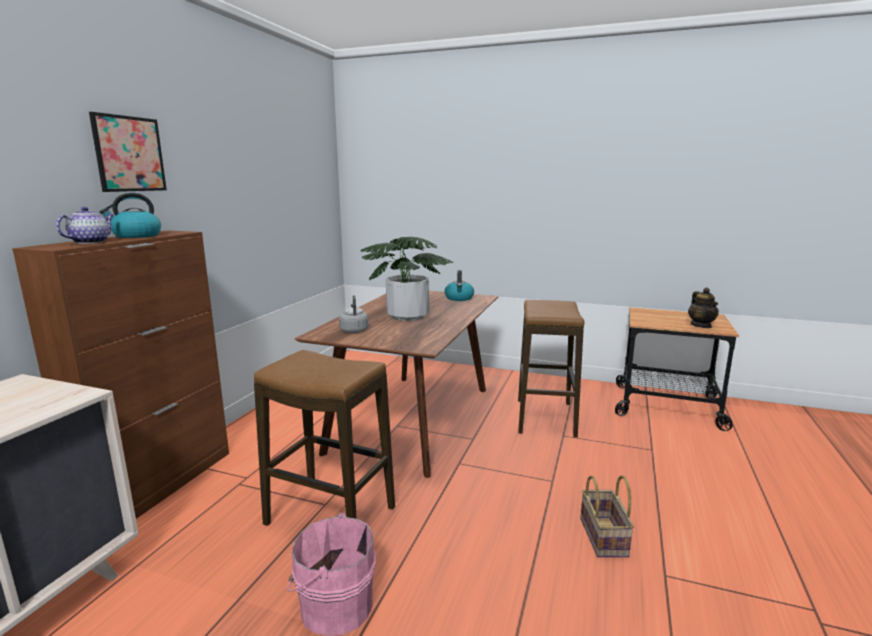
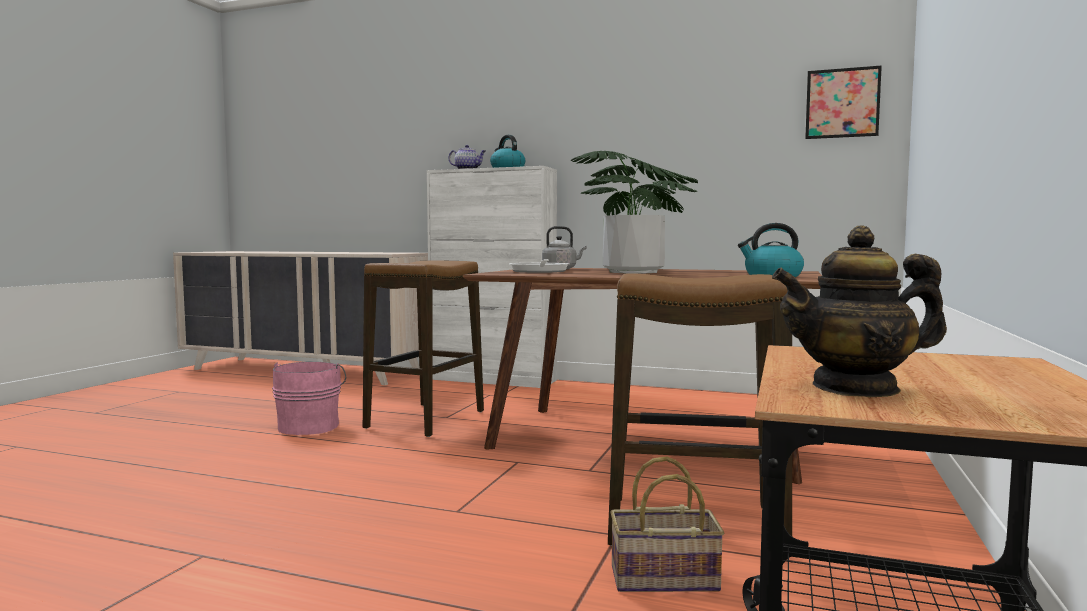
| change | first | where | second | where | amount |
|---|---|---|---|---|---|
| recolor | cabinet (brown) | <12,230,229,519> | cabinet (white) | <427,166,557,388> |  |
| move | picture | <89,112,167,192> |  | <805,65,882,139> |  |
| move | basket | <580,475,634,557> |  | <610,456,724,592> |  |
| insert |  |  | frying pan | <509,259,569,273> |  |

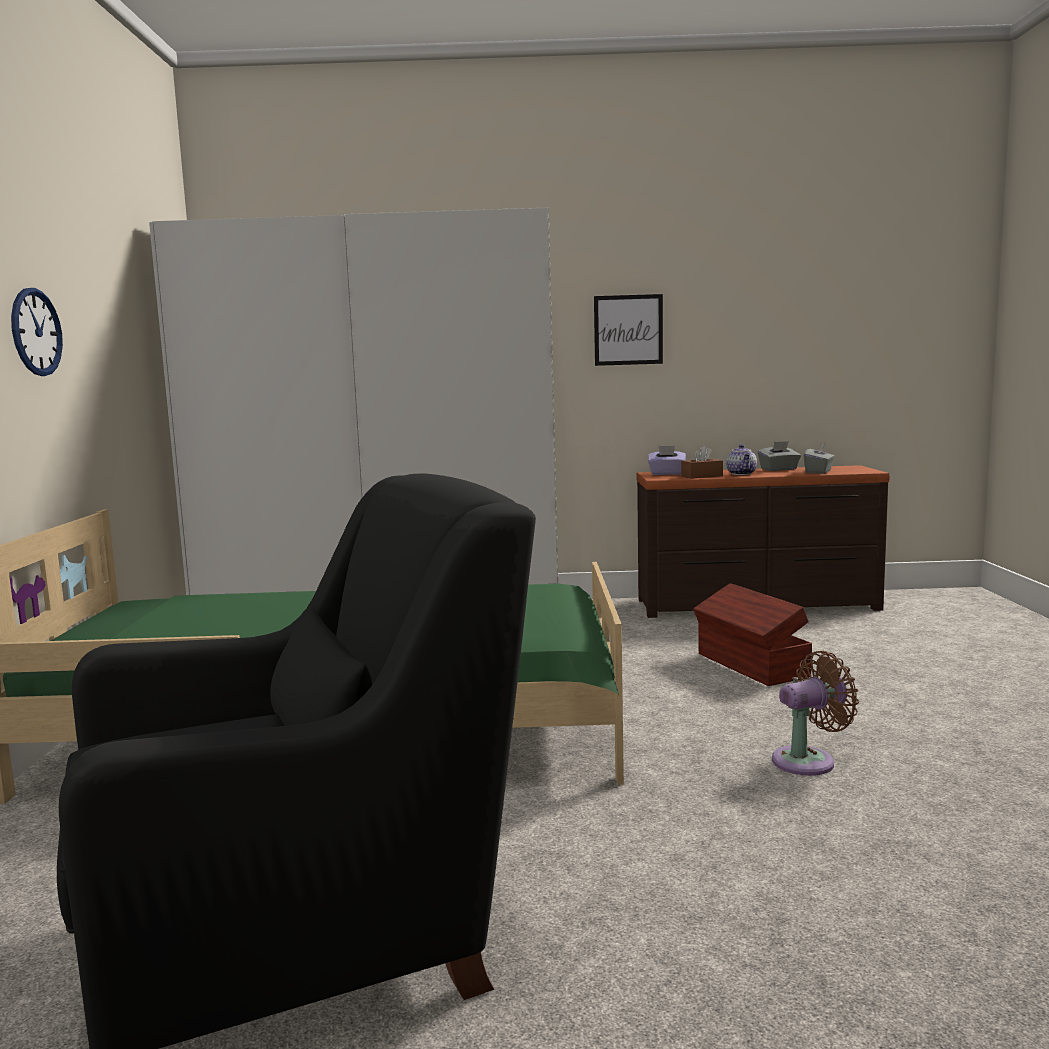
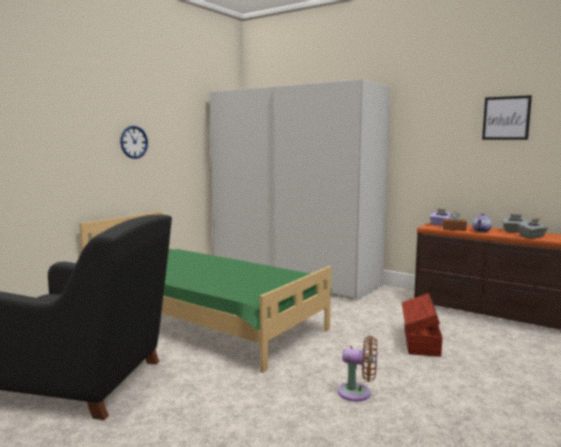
| change | first | where | second | where | amount |
|---|---|---|---|---|---|
| move | picture | <594,294,663,366> |  | <482,95,532,140> |  |

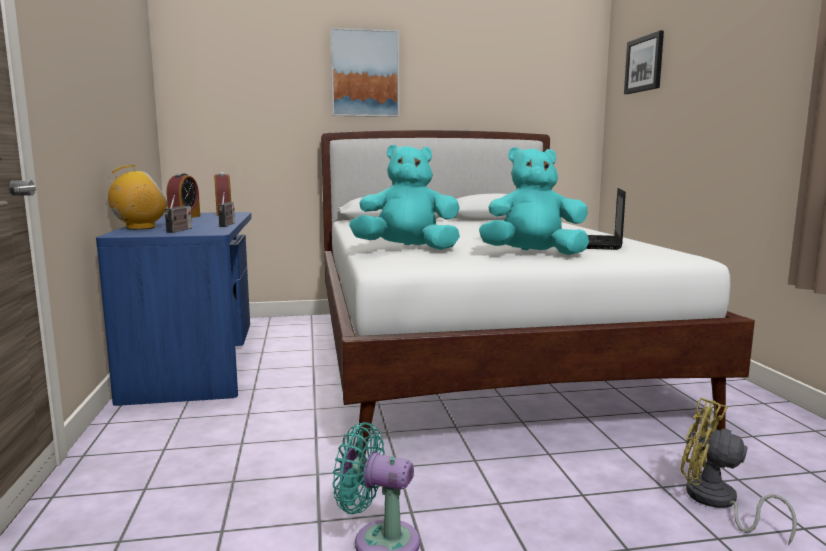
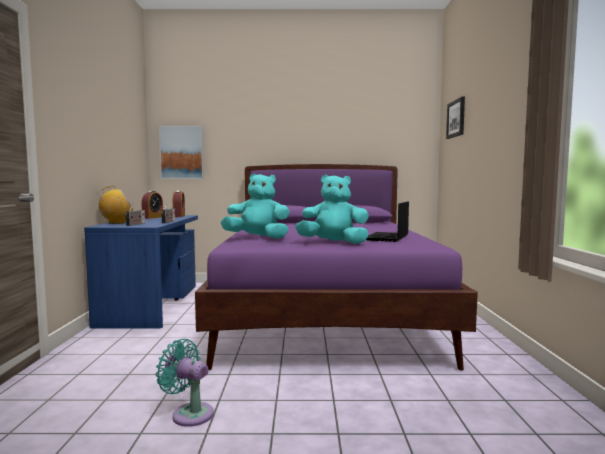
| change | first | where | second | where | amount |
|---|---|---|---|---|---|
| recolor | bed (white) | <321,130,755,455> | bed (purple) | <195,164,478,370> |  |
| move | picture | <330,28,400,117> |  | <159,126,204,179> |  |
| delete | fan (yellow) | <680,398,797,545> |  |  |  |

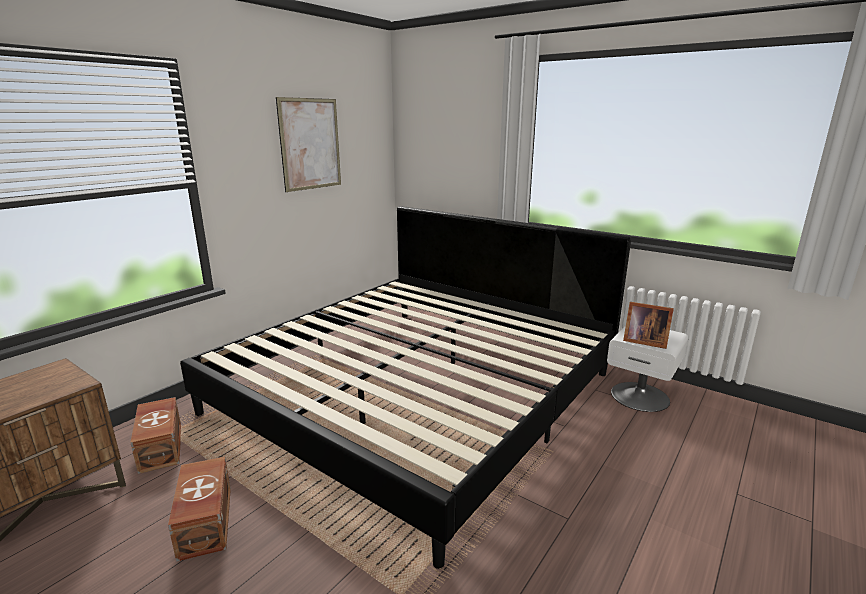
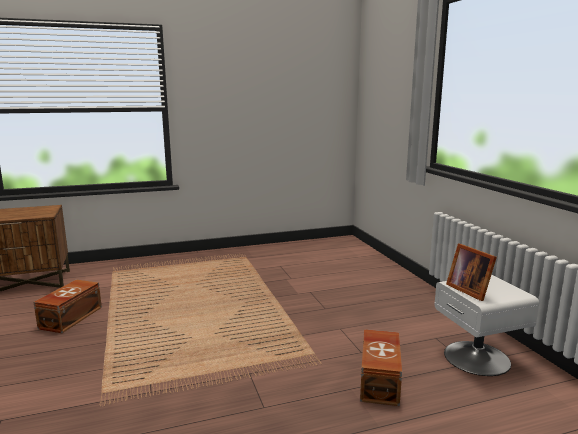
| change | first | where | second | where | amount |
|---|---|---|---|---|---|
| move | storage box (brown) | <130,397,181,474> |  | <360,329,402,406> |  |
| delete | bed | <180,206,631,569> |  |  |  |
| delete | picture | <276,97,341,192> |  |  |  |

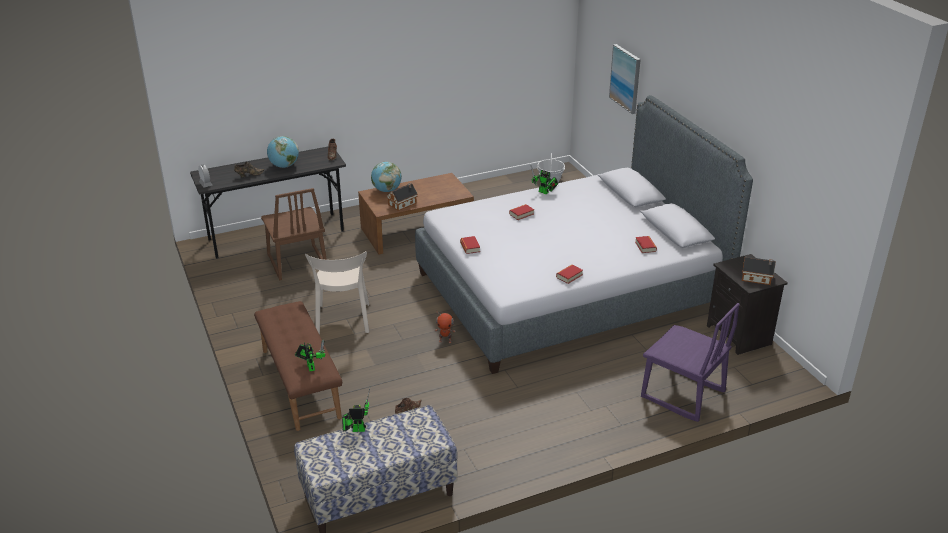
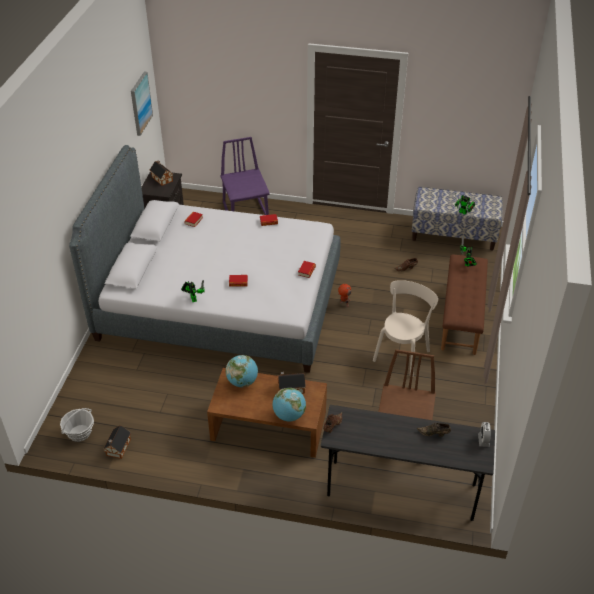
| change | first | where | second | where | amount |
|---|---|---|---|---|---|
| move | globe | <267,136,299,168> |  | <226,355,258,387> |  |
| move | picture | <609,44,641,114> |  | <131,71,153,136> |  |
| insert |  |  | toy house | <103,425,131,459> |  |

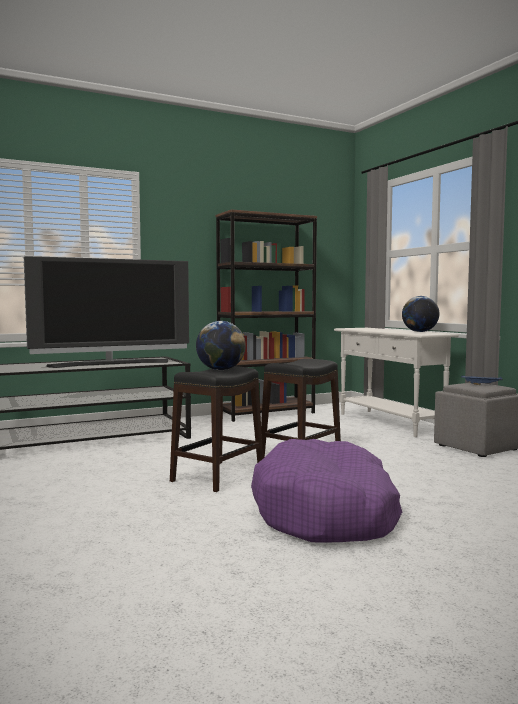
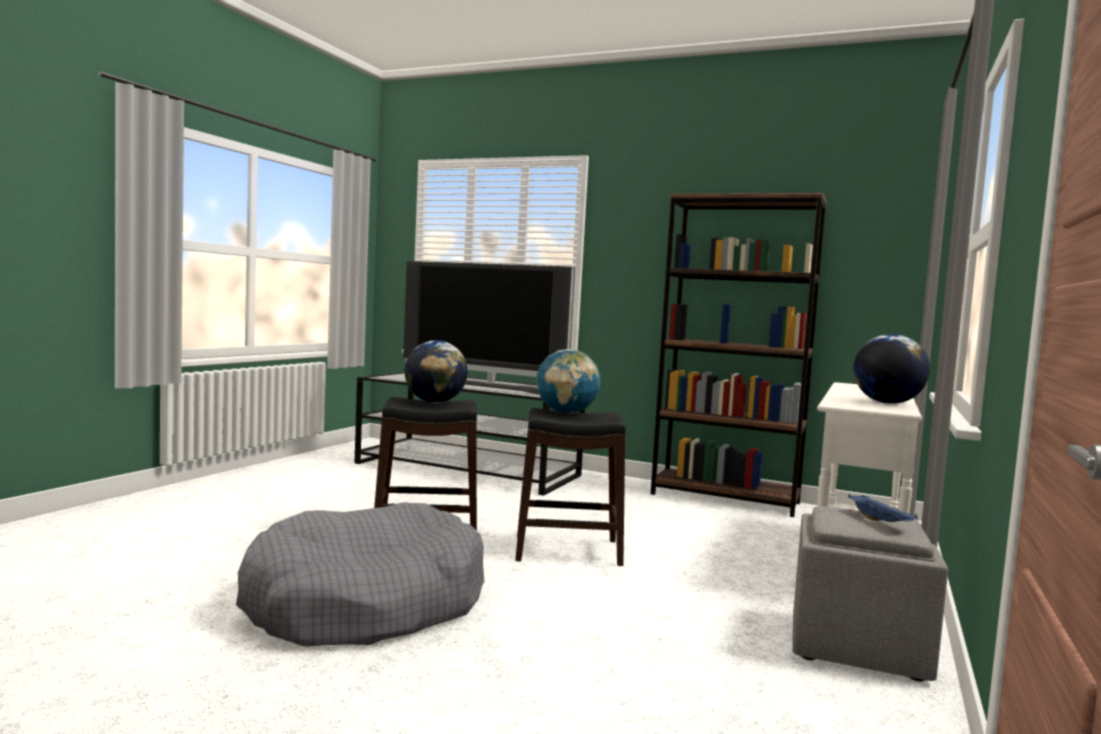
| change | first | where | second | where | amount |
|---|---|---|---|---|---|
| recolor | dog bed (purple) | <251,439,402,543> | dog bed (grey) | <236,502,485,646> |  |
| insert |  |  | globe | <537,349,600,413> |  |

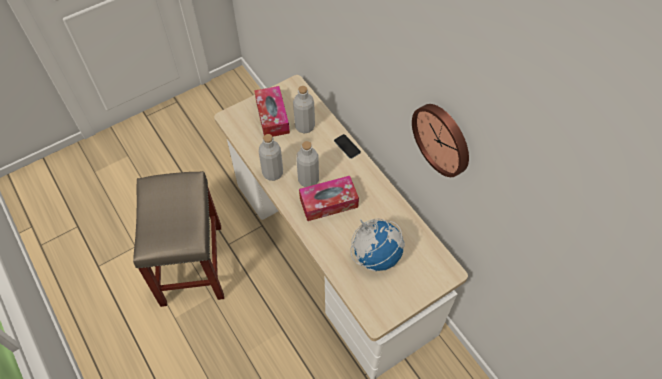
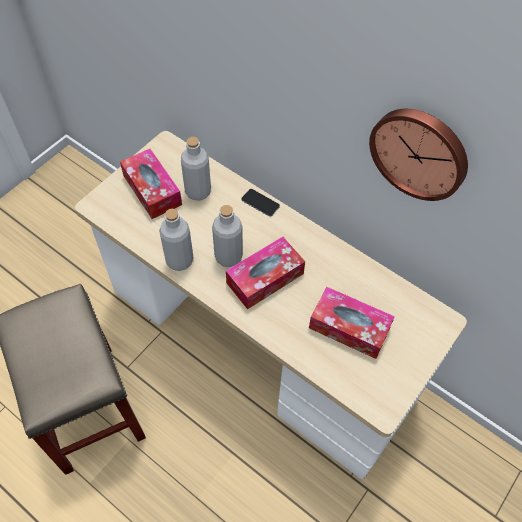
| change | first | where | second | where | amount |
|---|---|---|---|---|---|
| replace | globe | <351,218,405,272> | tissue box | <309,287,395,359> |  |

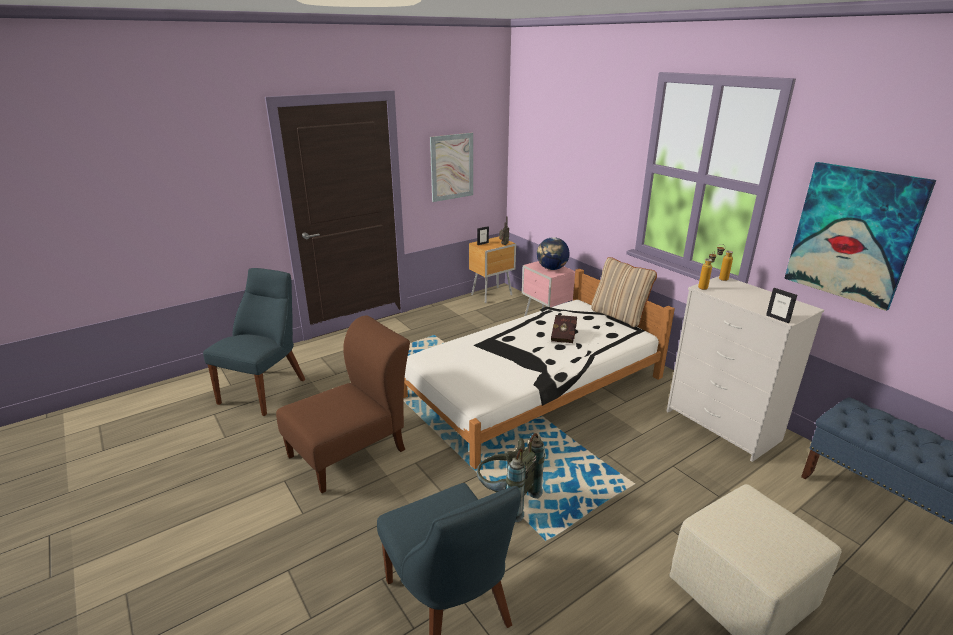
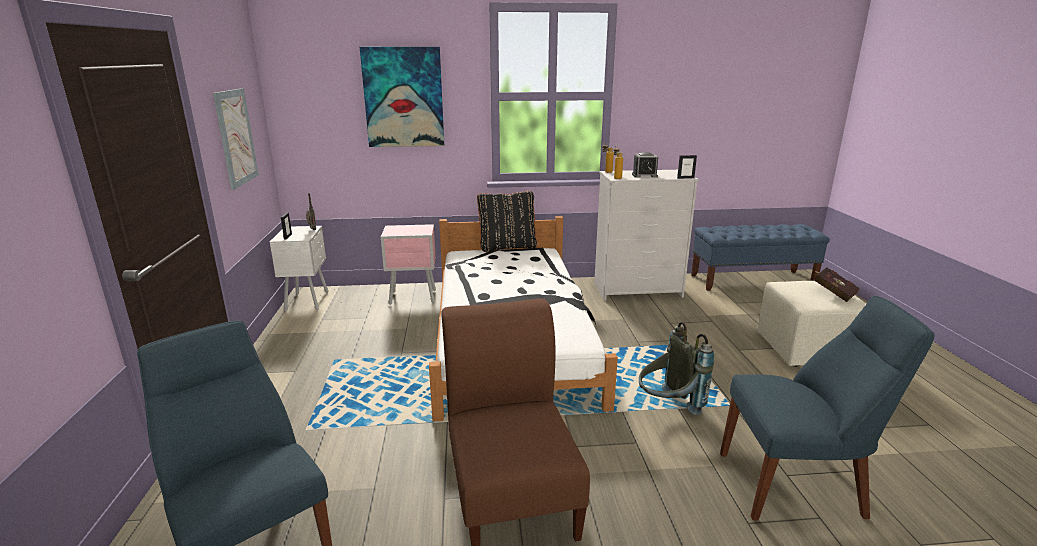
| change | first | where | second | where | amount |
|---|---|---|---|---|---|
| recolor | nightstand (brown) | <469,236,516,303> | nightstand (white) | <270,226,329,312> |  |
| delete | globe | <537,237,569,270> |  |  |  |
| move | book (red) | <551,315,577,343> |  | <813,267,860,302> |  |
| recolor | pillow (beige) | <591,257,657,327> | pillow (black) | <477,191,537,252> |  |
| move | picture | <784,162,936,311> |  | <360,47,444,147> |  |
| insert |  |  | alarm clock | <632,152,658,178> |  |

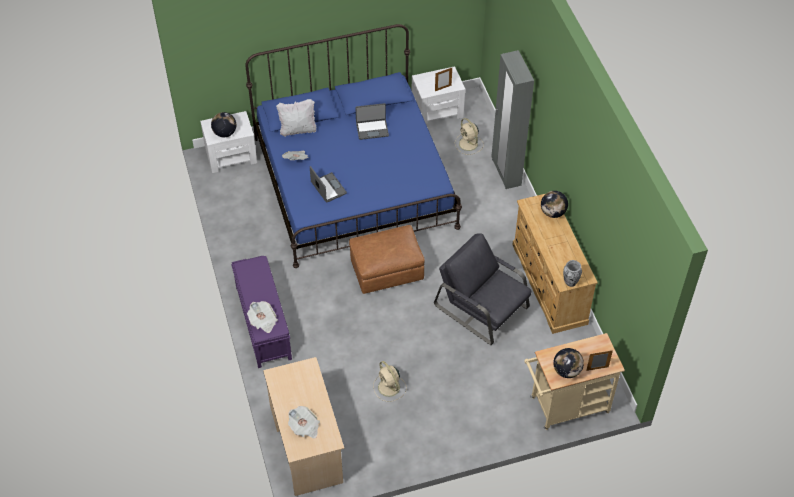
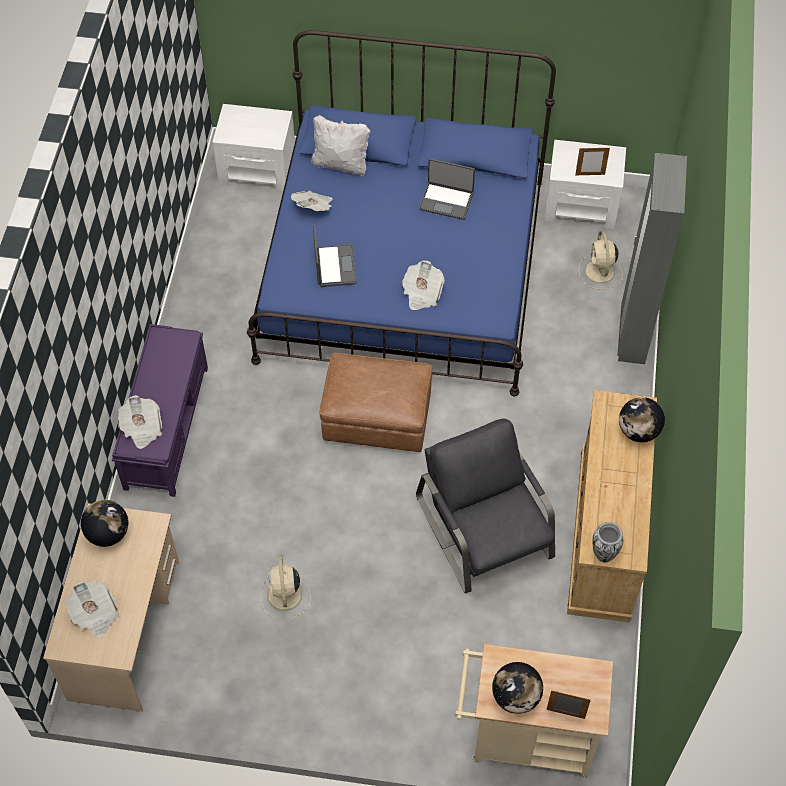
| change | first | where | second | where | amount |
|---|---|---|---|---|---|
| move | globe | <211,112,236,137> |  | <81,500,128,547> |  |
| insert |  |  | newspaper | <402,261,445,310> |  |

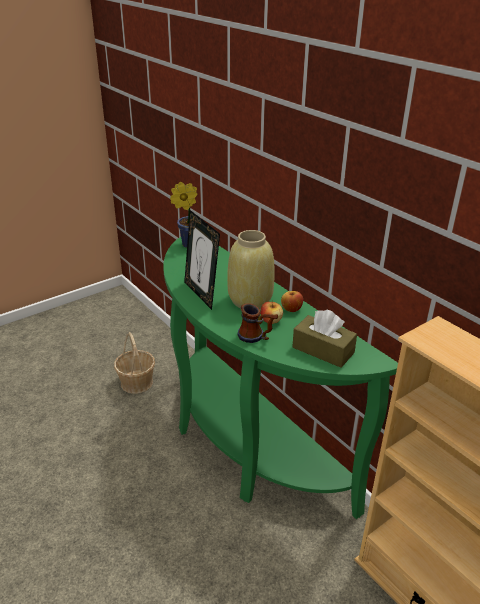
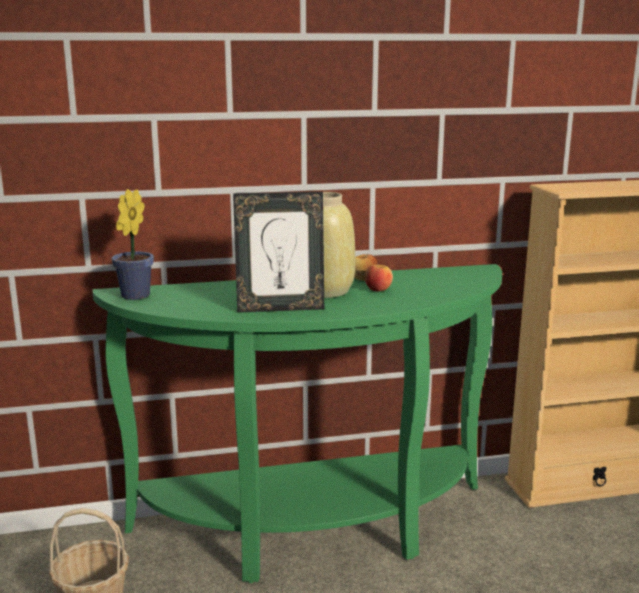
| change | first | where | second | where | amount |
|---|---|---|---|---|---|
| delete | mug | <237,303,278,343> |  |  |  |
| delete | tissue box (brown) | <292,310,357,368> |  |  |  |

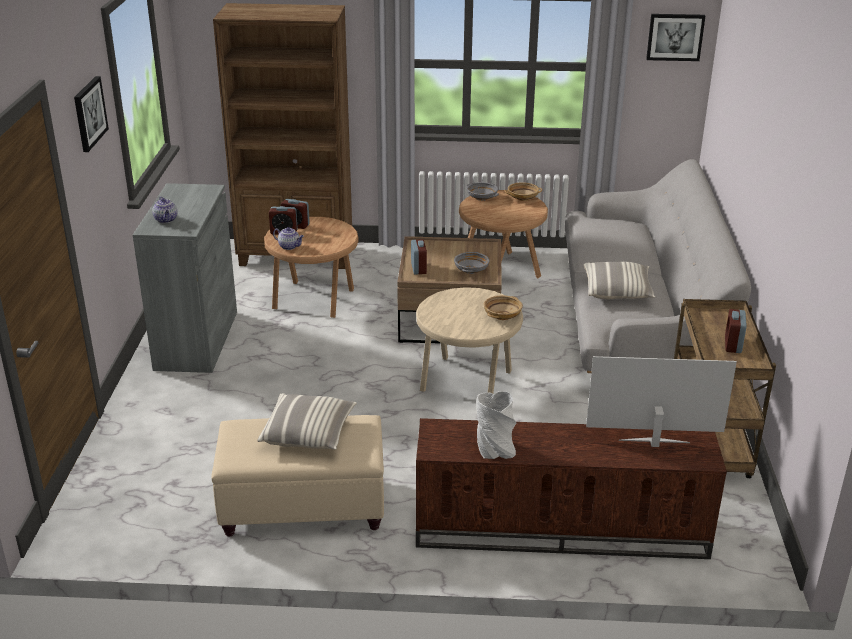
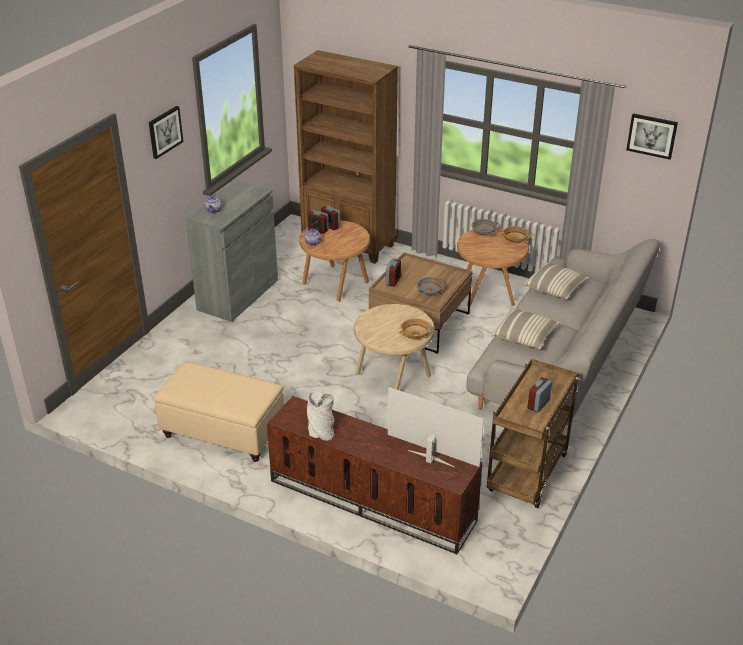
| change | first | where | second | where | amount |
|---|---|---|---|---|---|
| move | pillow | <257,393,357,450> |  | <523,262,589,299> |  |

